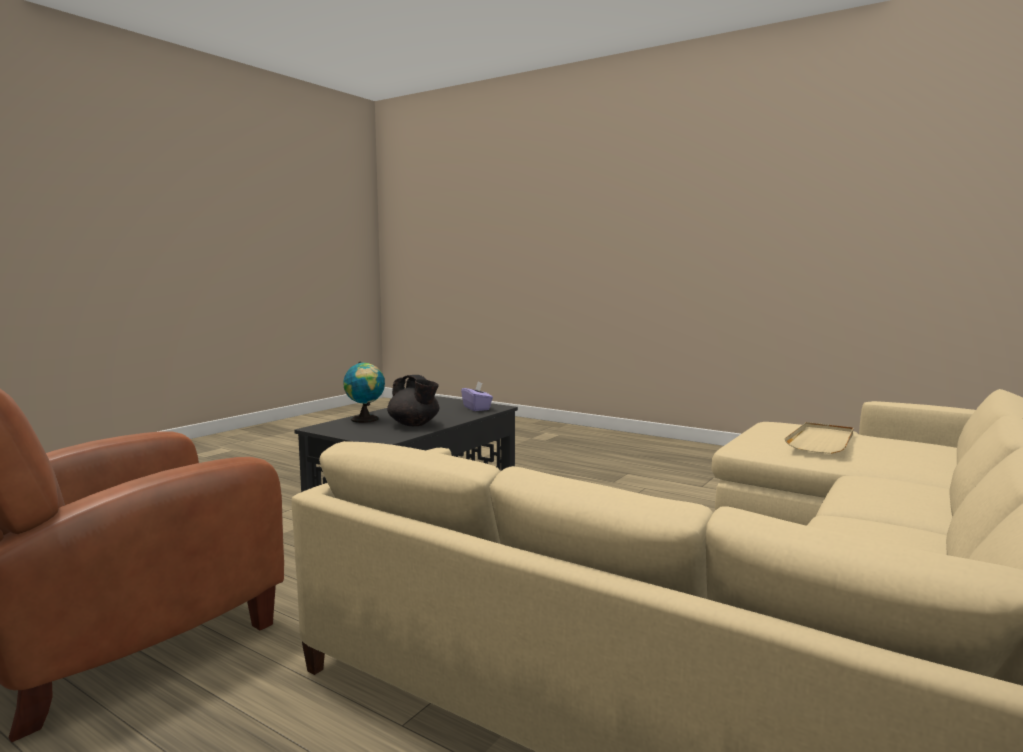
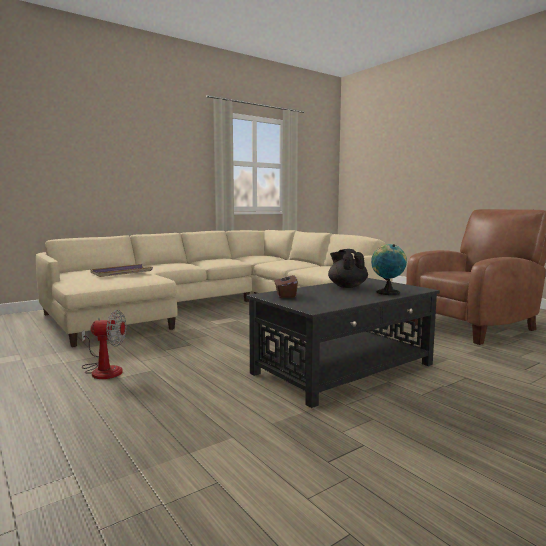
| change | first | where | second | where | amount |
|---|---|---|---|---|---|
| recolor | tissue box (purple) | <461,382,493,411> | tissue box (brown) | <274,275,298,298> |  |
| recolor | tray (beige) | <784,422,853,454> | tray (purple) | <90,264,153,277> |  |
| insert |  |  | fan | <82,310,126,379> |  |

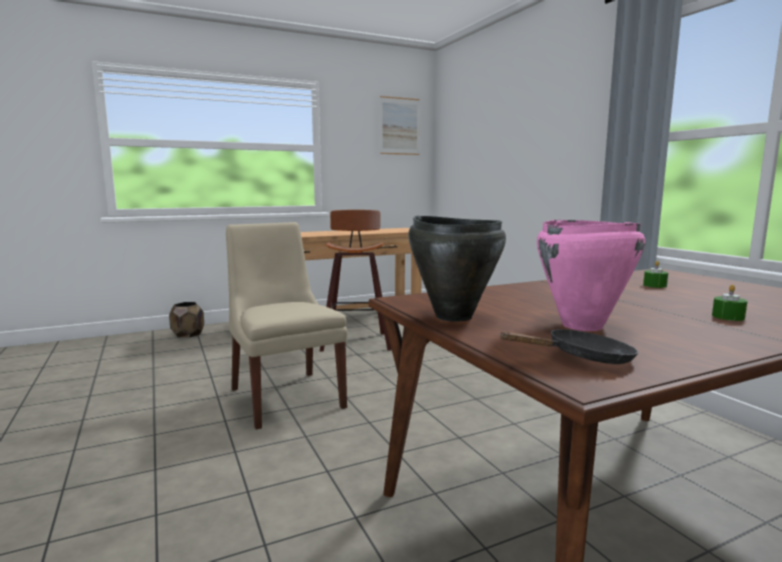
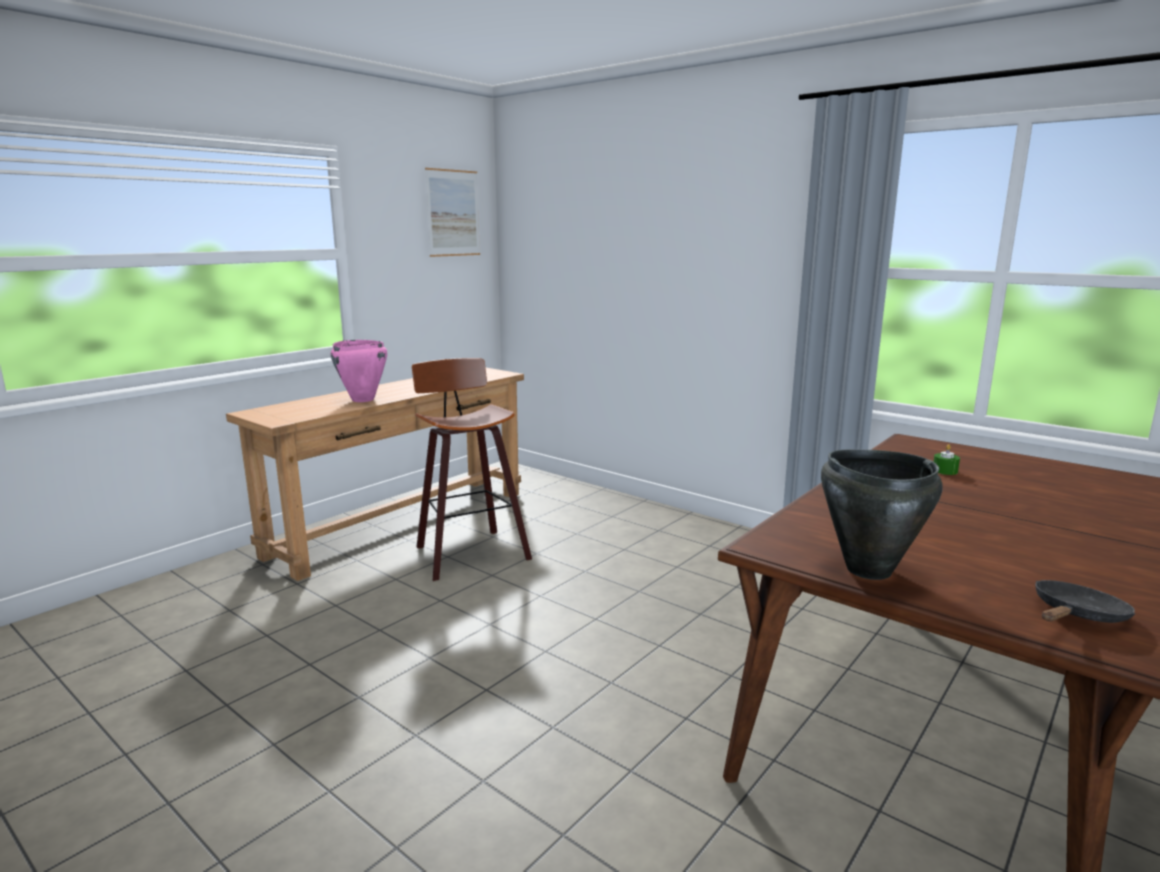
| change | first | where | second | where | amount |
|---|---|---|---|---|---|
| delete | planter (brown) | <169,302,204,338> |  |  |  |
| delete | chair (beige) | <226,222,347,430> |  |  |  |
| move | cooking pot (pink) | <537,220,645,331> |  | <331,340,387,402> |  |
| delete | candle (green) | <712,285,747,321> |  |  |  |

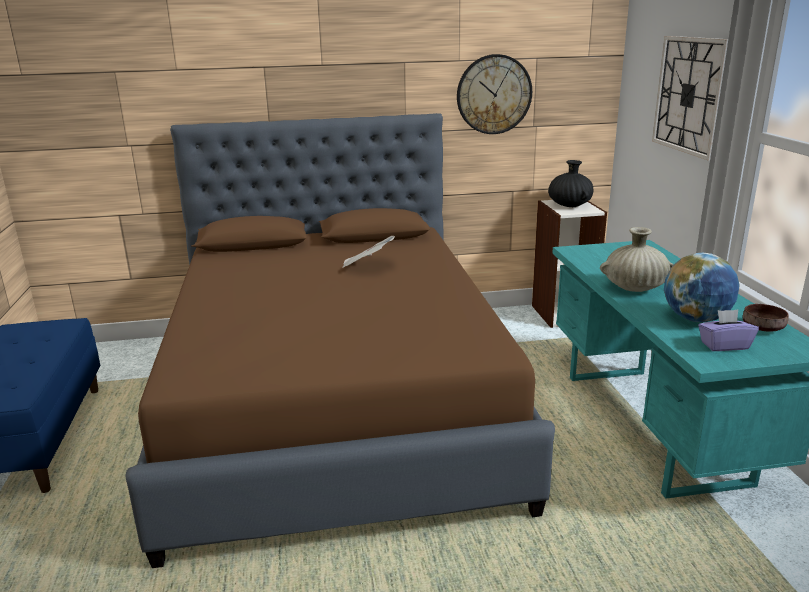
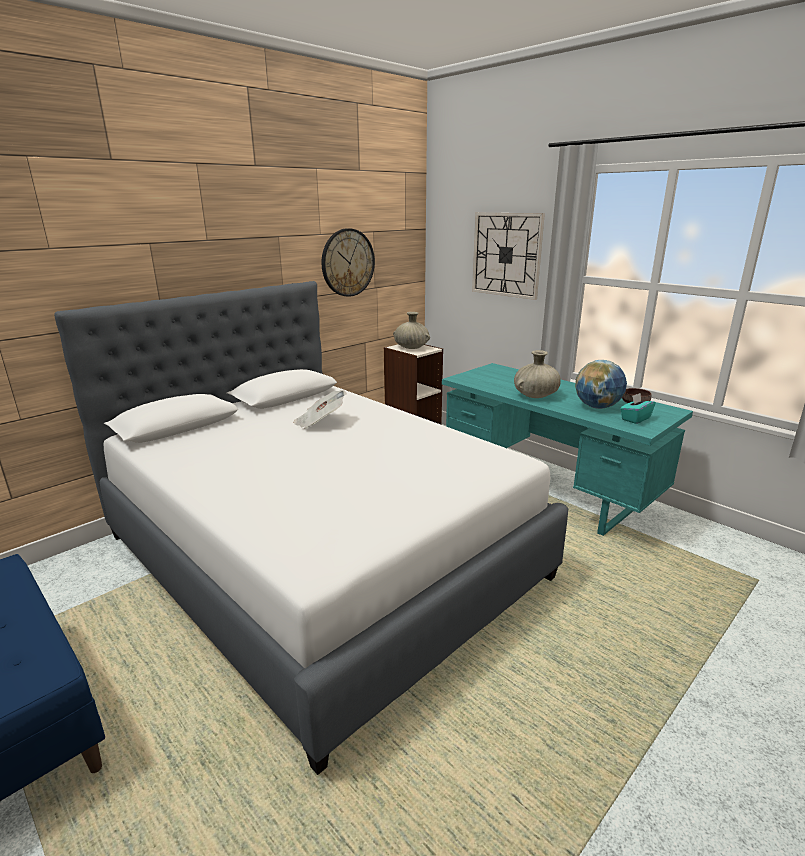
| change | first | where | second | where | amount |
|---|---|---|---|---|---|
| recolor | bed (brown) | <125,113,555,568> | bed (white) | <54,281,568,775> |  |
| recolor | vase (black) | <548,160,593,207> | vase (beige) | <393,312,430,349> |  |
| recolor | tissue box (purple) | <698,310,759,351> | tissue box (turquoise) | <620,393,656,424> |  |

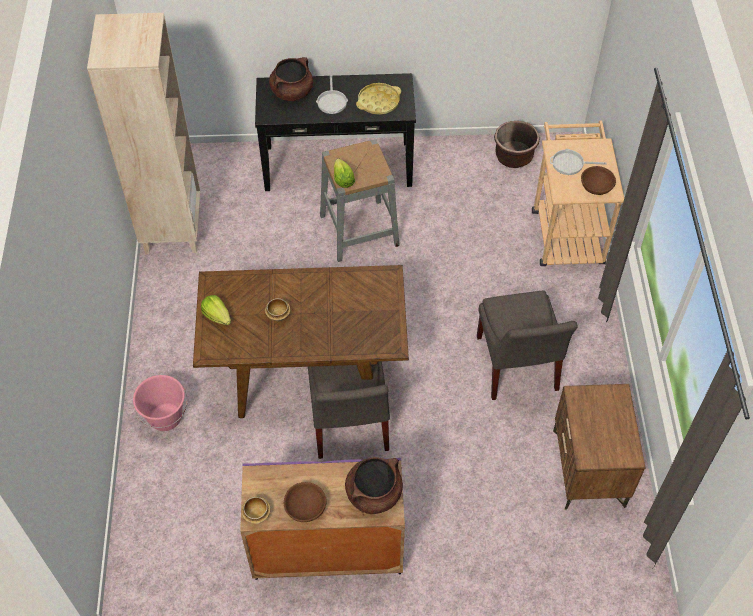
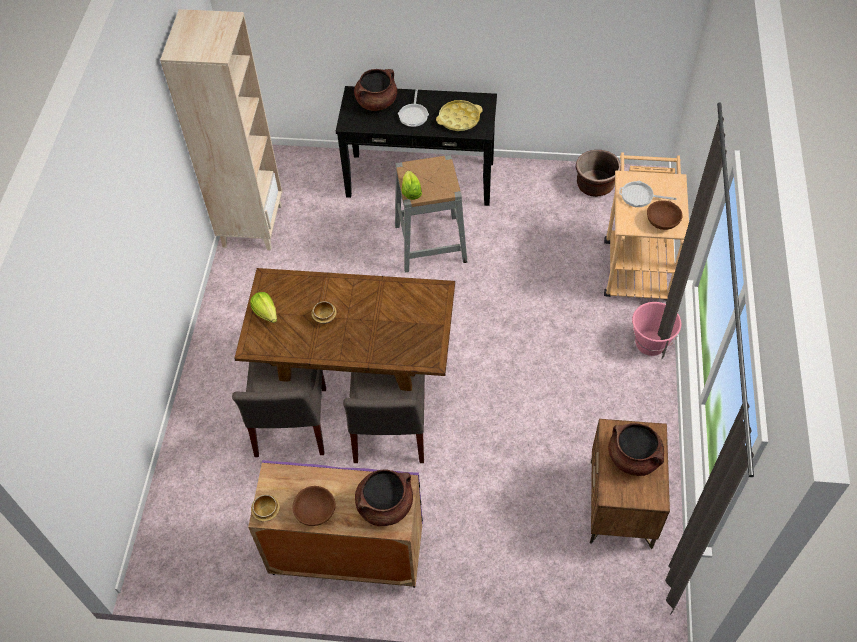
| change | first | where | second | where | amount |
|---|---|---|---|---|---|
| move | bucket (pink) | <133,375,188,431> |  | <632,302,681,356> |  |
| move | chair (grey) | <477,291,578,400> |  | <232,362,326,457> |  |
| insert |  |  | cooking pot (brown) | <608,423,664,476> |  |

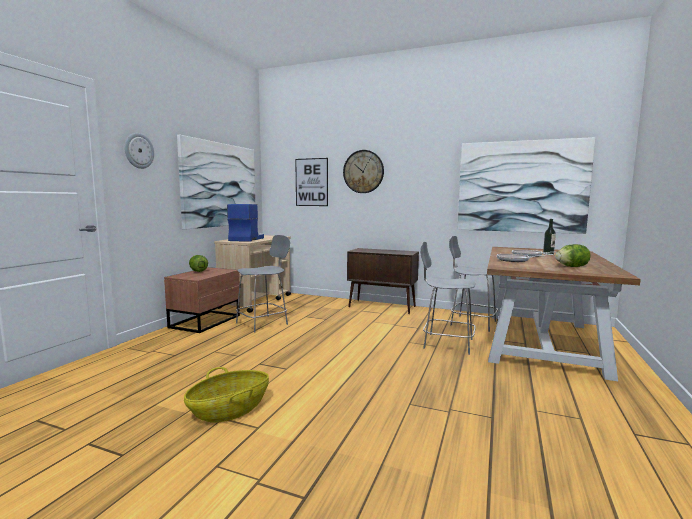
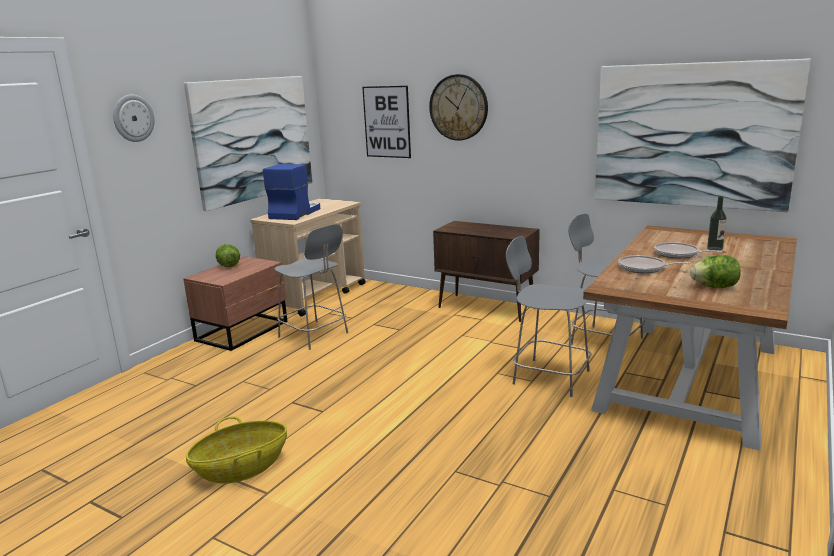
| change | first | where | second | where | amount |
|---|---|---|---|---|---|
| rotate | chair (grey) | <236,235,290,333> |  | <275,224,348,350> | 75 degrees clockwise |

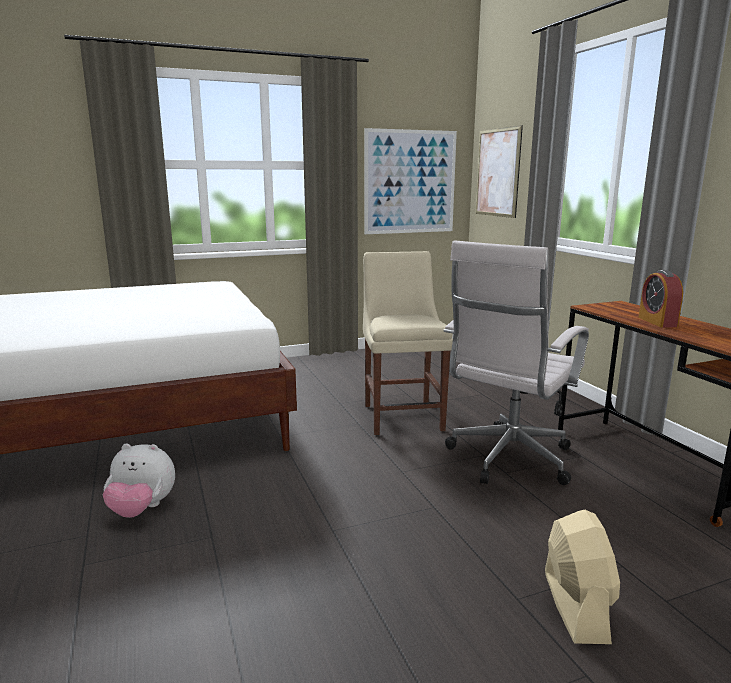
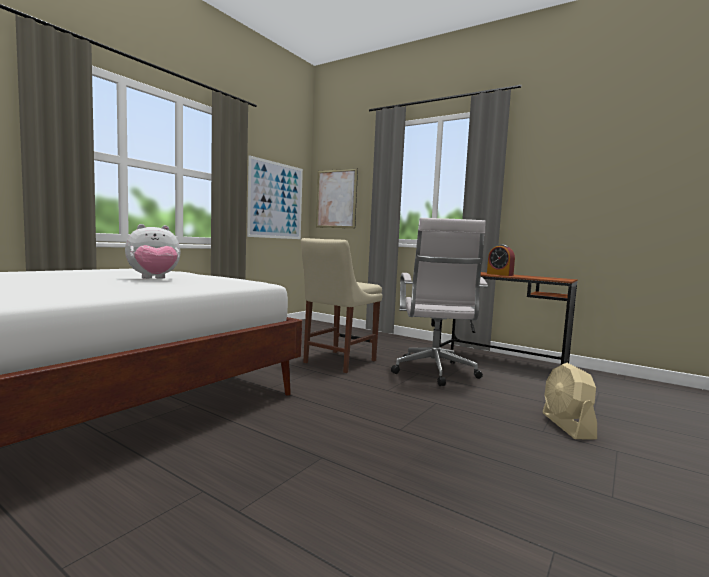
| change | first | where | second | where | amount |
|---|---|---|---|---|---|
| move | plush toy | <103,444,175,518> |  | <125,224,181,279> |  |
| rotate | chair (beige) | <363,251,453,435> |  | <301,238,383,373> | 105 degrees counterclockwise |
| rotate | fan (beige) | <545,510,620,644> |  | <543,363,597,440> | 150 degrees counterclockwise |

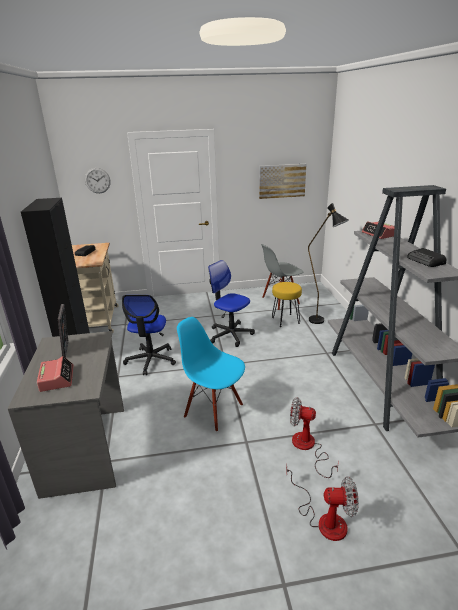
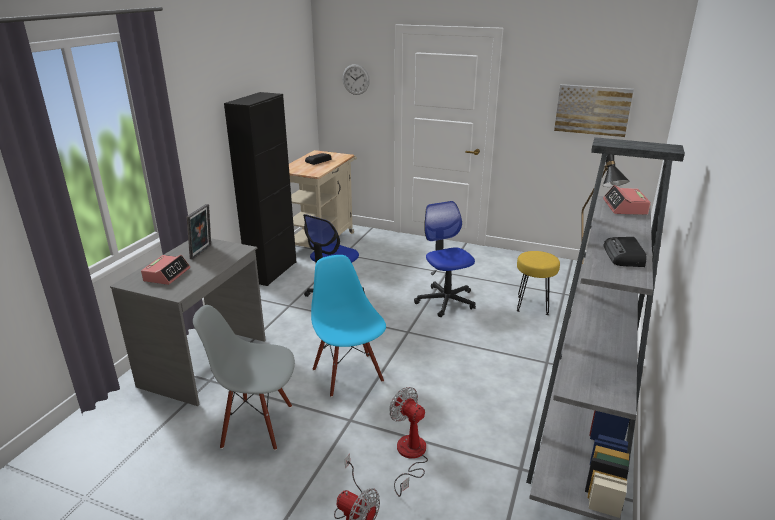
| change | first | where | second | where | amount |
|---|---|---|---|---|---|
| move | chair (grey) | <261,244,303,311> |  | <193,305,295,450> |  |

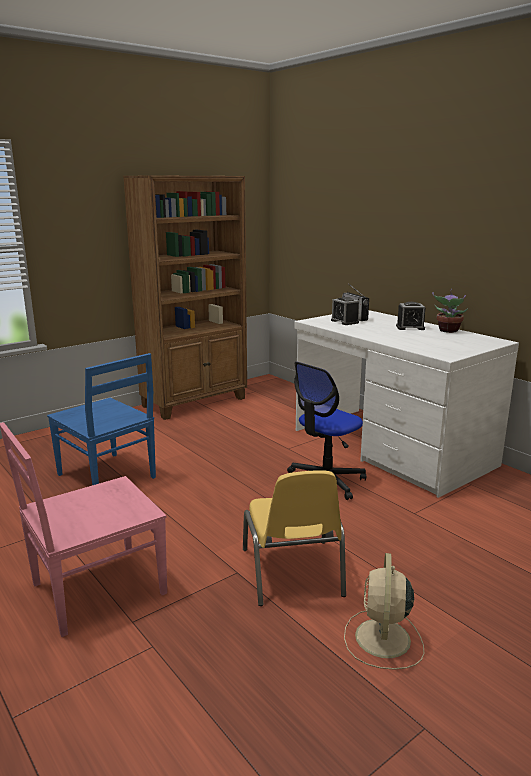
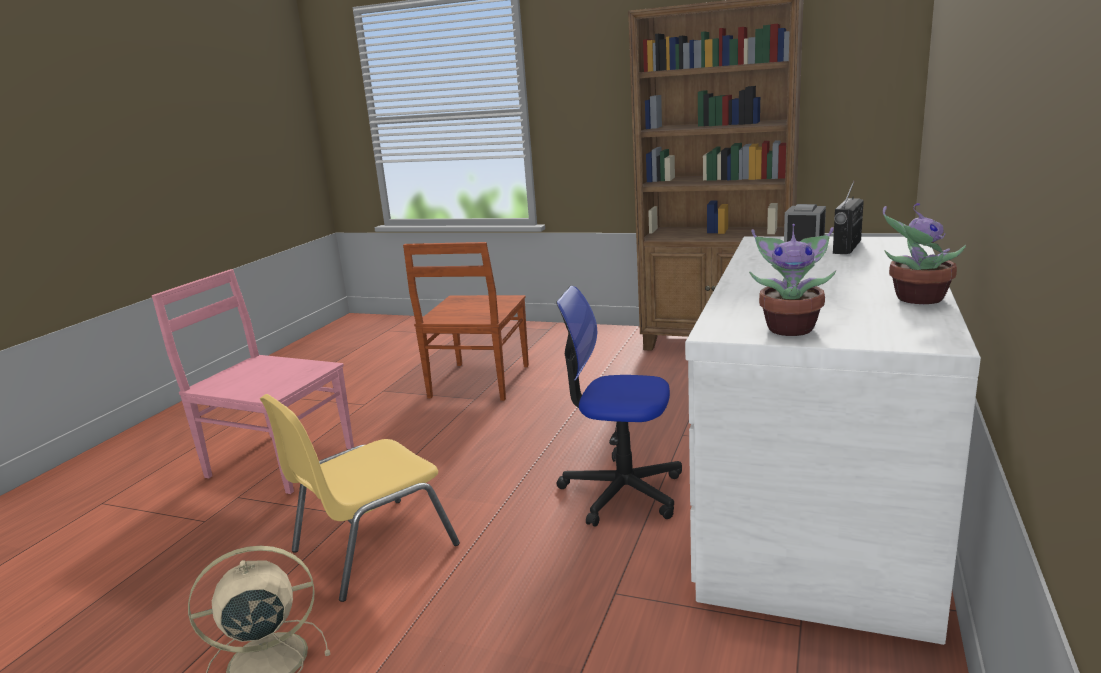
| change | first | where | second | where | amount |
|---|---|---|---|---|---|
| recolor | chair (blue) | <47,353,156,485> | chair (brown) | <403,242,529,401> |  |
| delete | alarm clock | <396,302,425,330> |  |  |  |
| insert |  |  | potted plant | <749,224,836,336> |  |

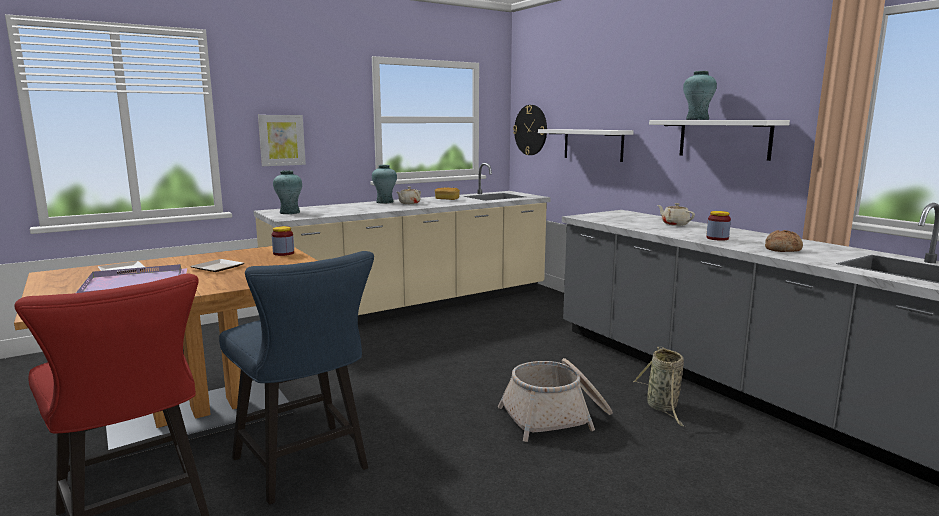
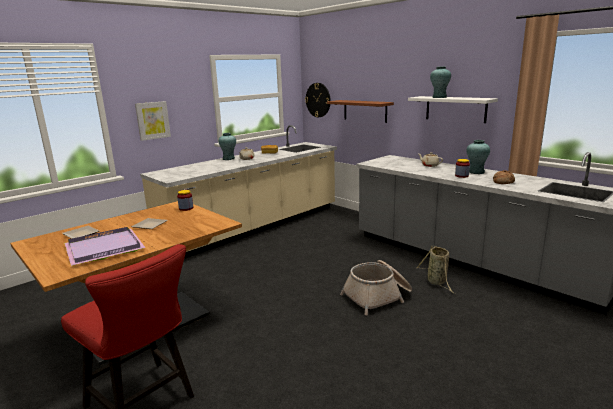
| change | first | where | second | where | amount |
|---|---|---|---|---|---|
| delete | chair (blue) | <219,251,374,505> |  |  |  |
| move | vase (turquoise) | <273,170,302,214> |  | <467,140,490,174> |  |
| recolor | shelf (white) | <538,129,634,162> | shelf (brown) | <327,100,394,123> |  |

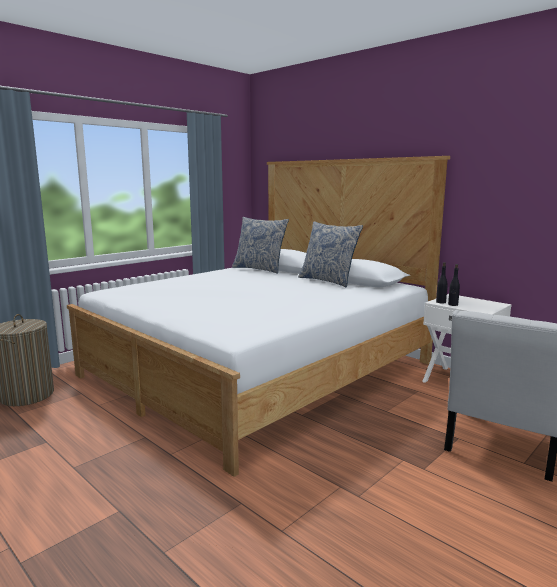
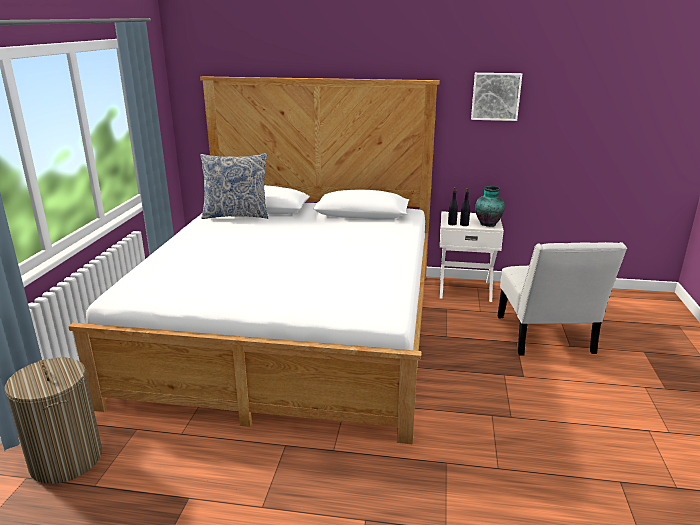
| change | first | where | second | where | amount |
|---|---|---|---|---|---|
| delete | pillow | <298,221,363,288> |  |  |  |
| insert |  |  | picture | <471,73,522,121> |  |
| insert |  |  | vase | <475,186,505,227> |  |

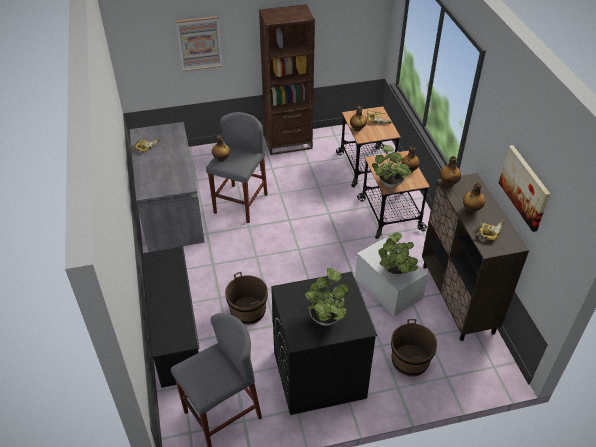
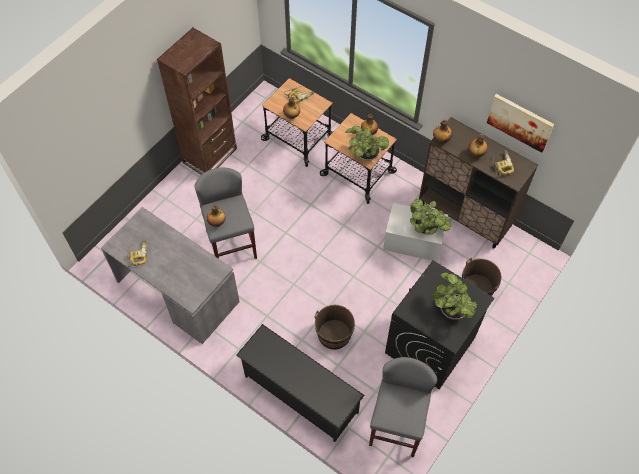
| change | first | where | second | where | amount |
|---|---|---|---|---|---|
| delete | picture | <176,16,223,72> |  |  |  |

